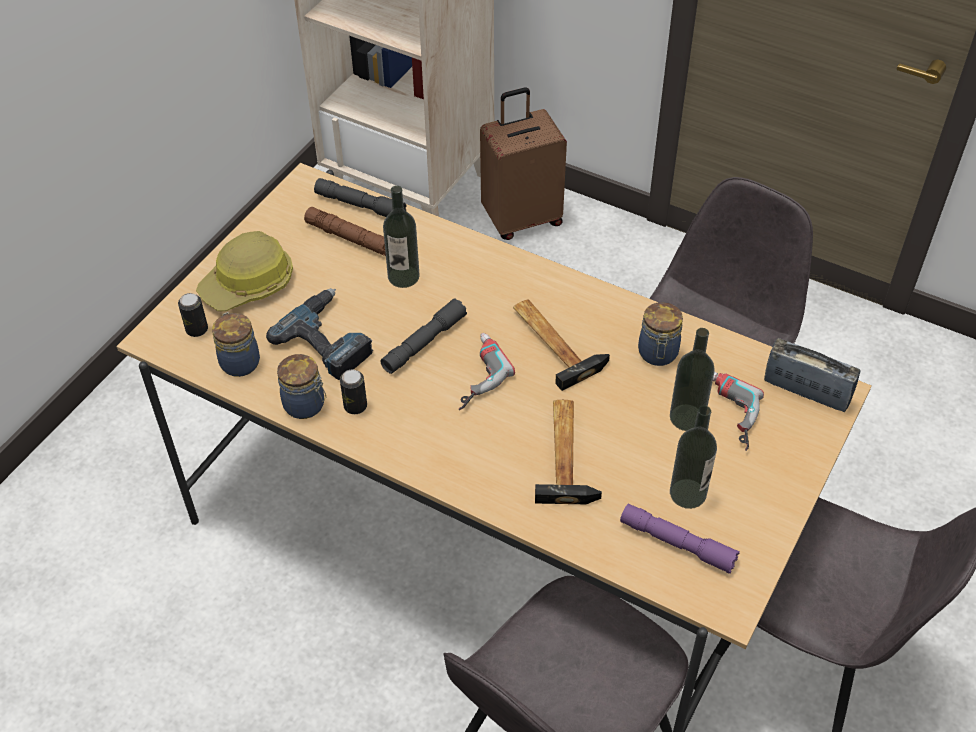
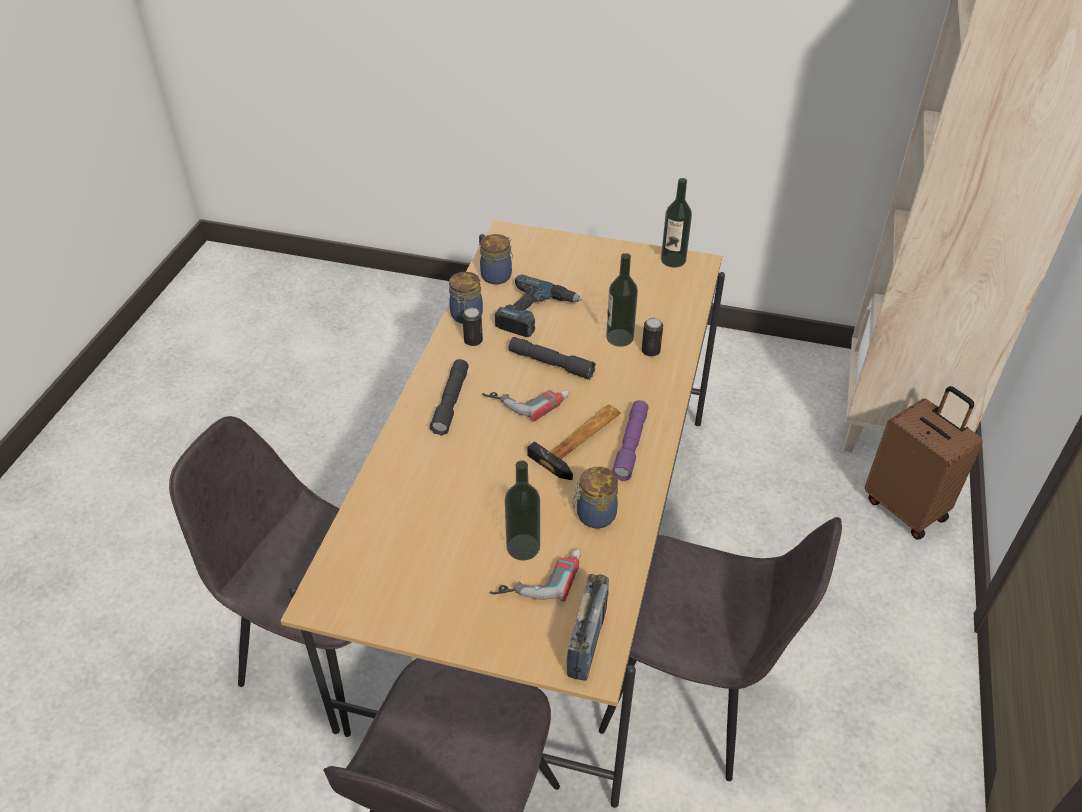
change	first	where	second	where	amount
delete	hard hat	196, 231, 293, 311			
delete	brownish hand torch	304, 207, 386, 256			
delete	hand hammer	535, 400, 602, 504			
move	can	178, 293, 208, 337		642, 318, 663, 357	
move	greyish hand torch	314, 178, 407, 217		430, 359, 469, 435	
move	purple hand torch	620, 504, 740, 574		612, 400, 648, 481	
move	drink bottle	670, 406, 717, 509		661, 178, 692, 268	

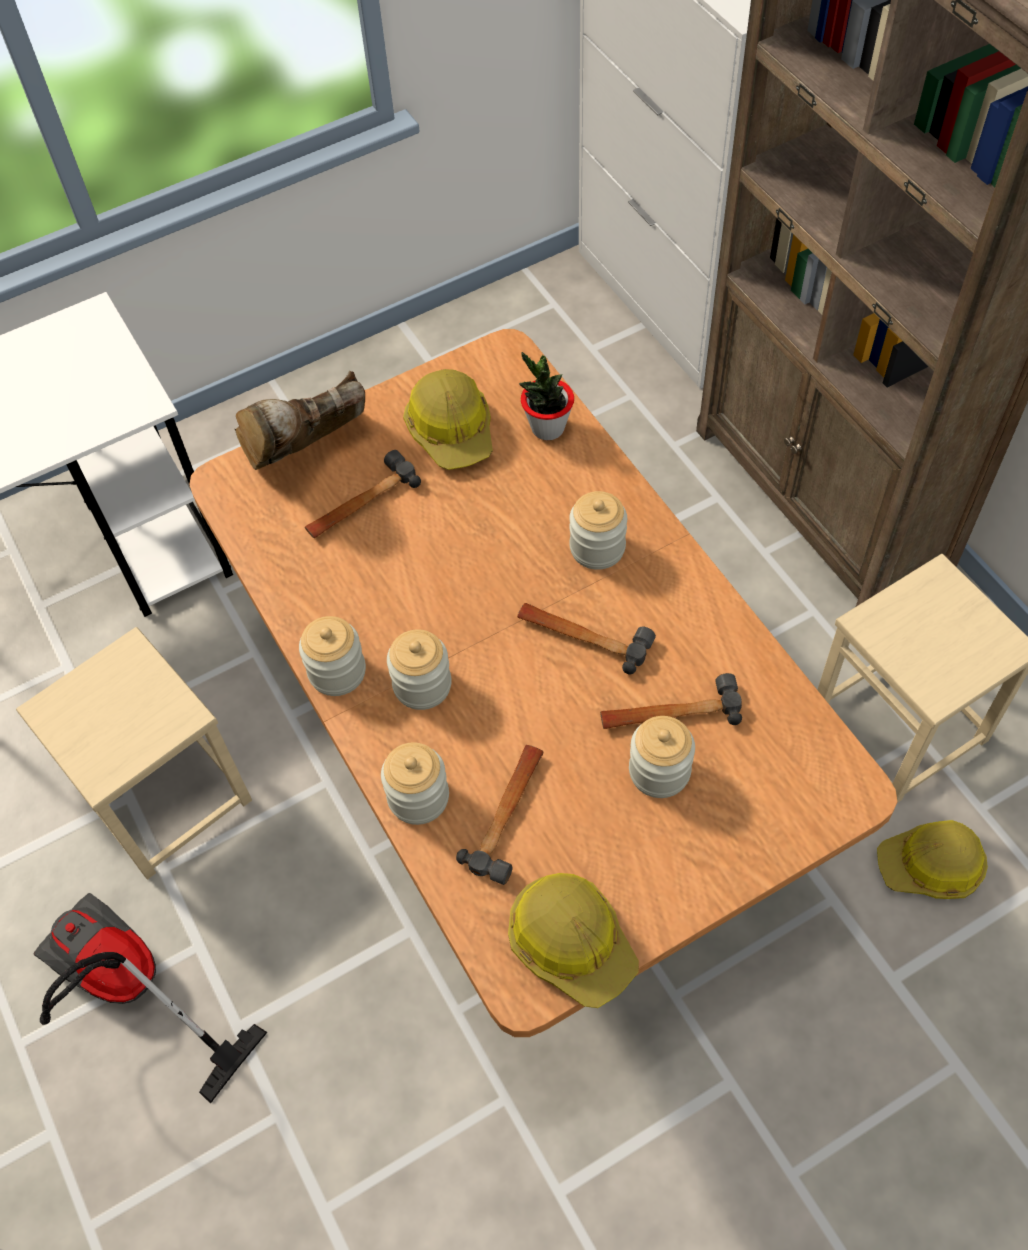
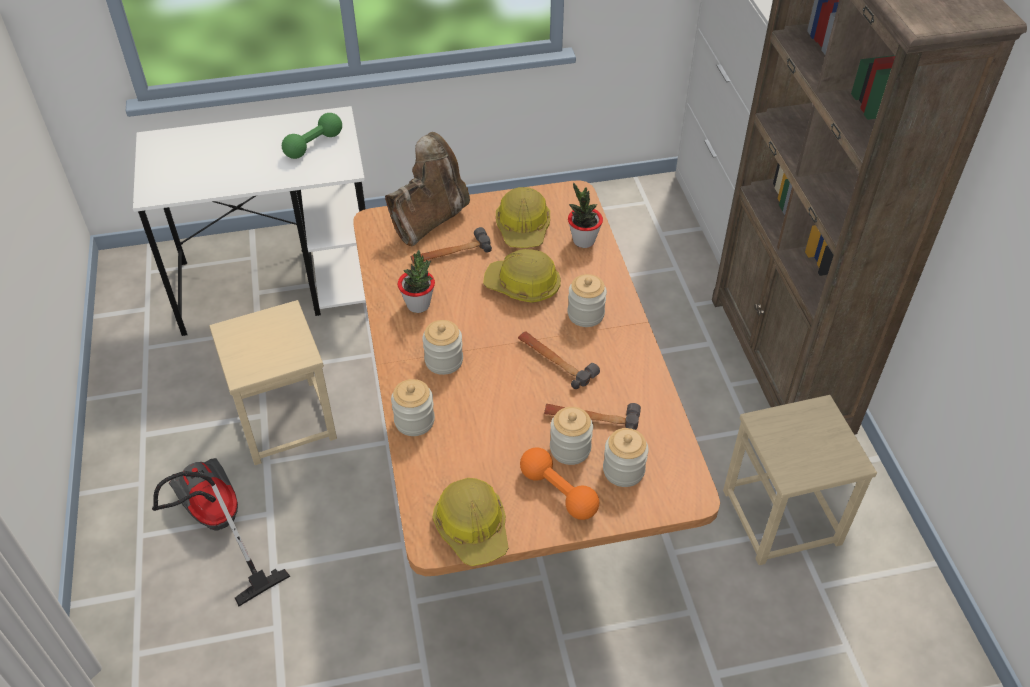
change	first	where	second	where	amount
delete	hand hammer	456, 745, 544, 885			
insert			green dumbbell	282, 113, 342, 159	
insert			houseplant	398, 250, 435, 313	
insert			orangey dumbbell	520, 447, 599, 520	
move	preserve jar	299, 616, 366, 696		603, 428, 649, 487	
move	hard hat	877, 820, 988, 899		483, 249, 561, 303	
rotate	brownish boot	235, 371, 365, 470		385, 132, 470, 246	150 degrees clockwise

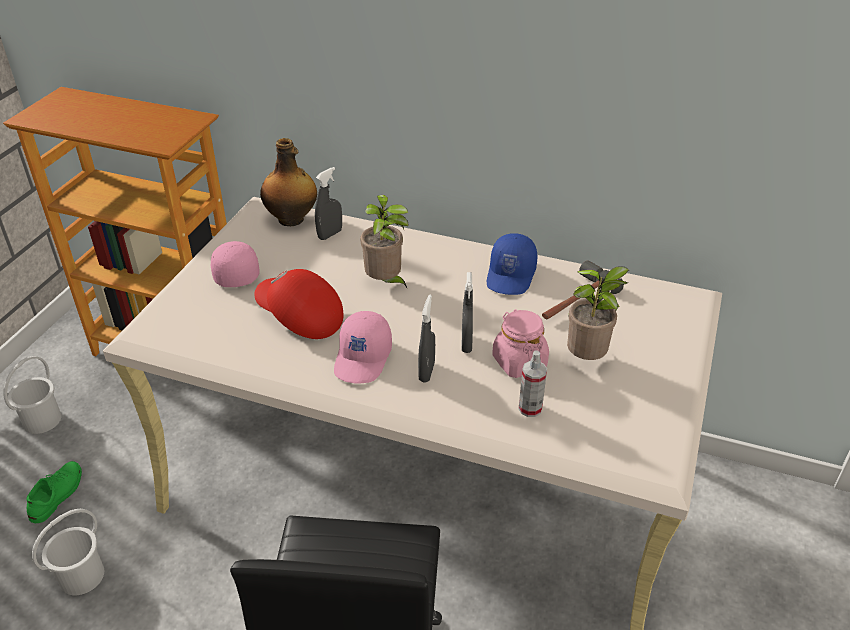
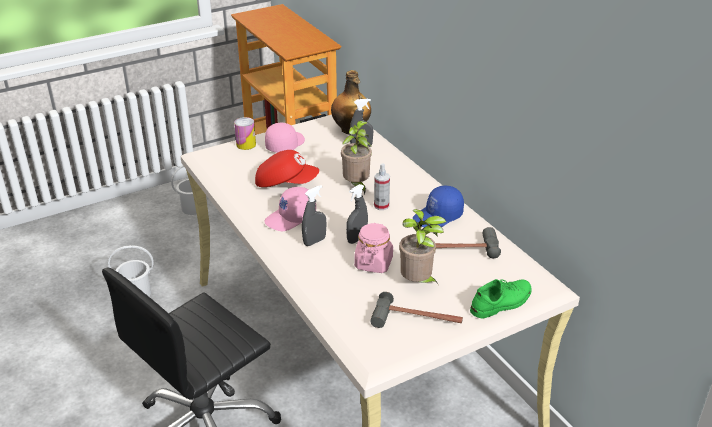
change	first	where	second	where	amount
insert			can	234, 117, 256, 150	
insert			hand hammer	371, 292, 463, 328	
move	green low shoe	27, 461, 82, 523		470, 279, 532, 319	
move	spray bottle	519, 350, 547, 417		374, 163, 390, 210	
rotate	red peaked cap	254, 269, 343, 339		255, 150, 319, 187	120 degrees clockwise

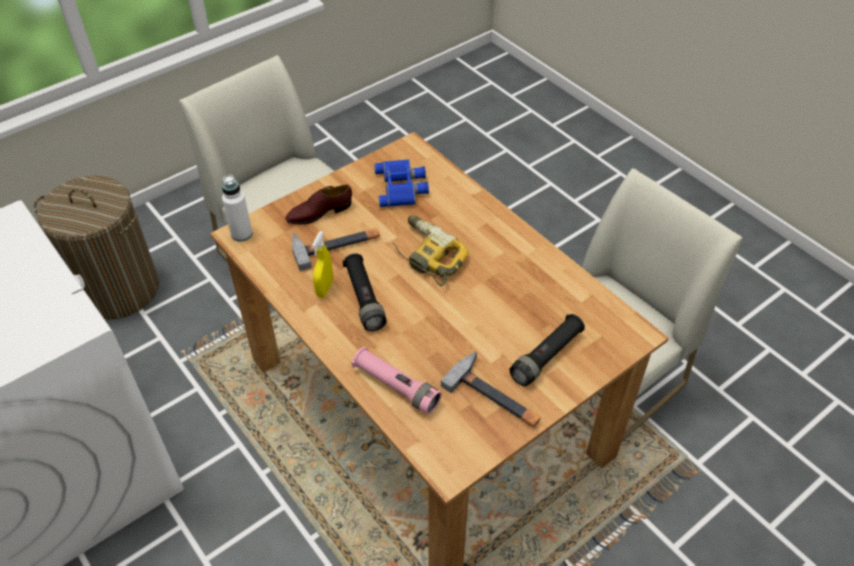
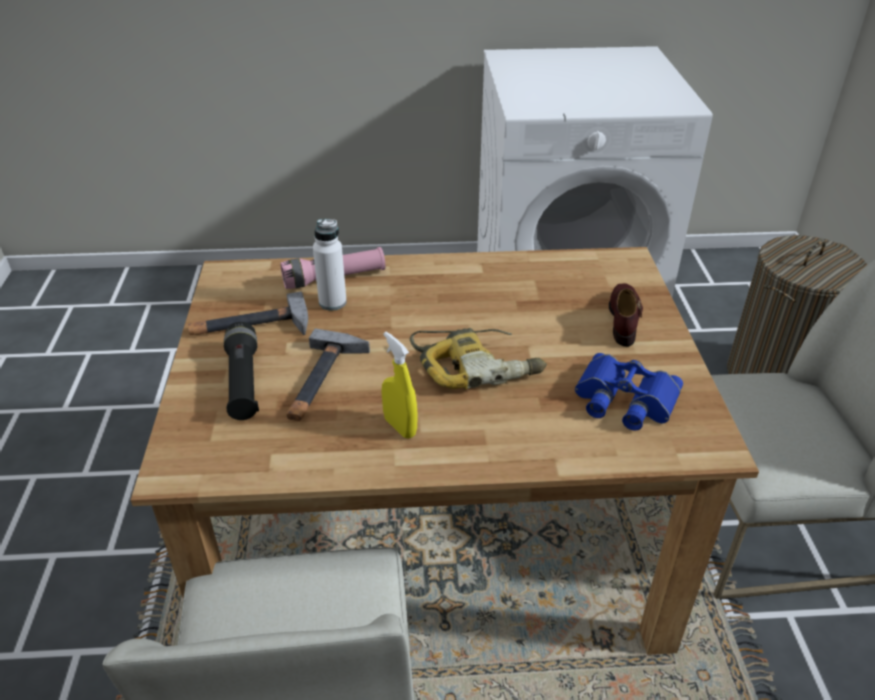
change	first	where	second	where	amount
delete	blackish hand torch	342, 253, 386, 331			
move	white-coloured drink bottle	222, 175, 253, 242		313, 219, 347, 310	
move	hand hammer	292, 228, 380, 271		287, 329, 370, 421	
move	yellowish spray bottle	312, 231, 333, 298		381, 332, 418, 439	

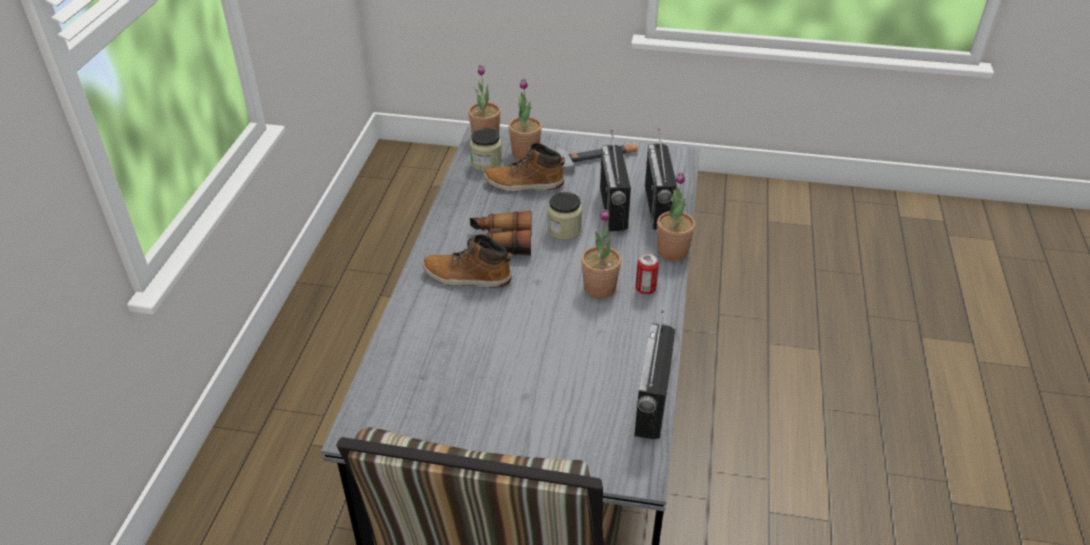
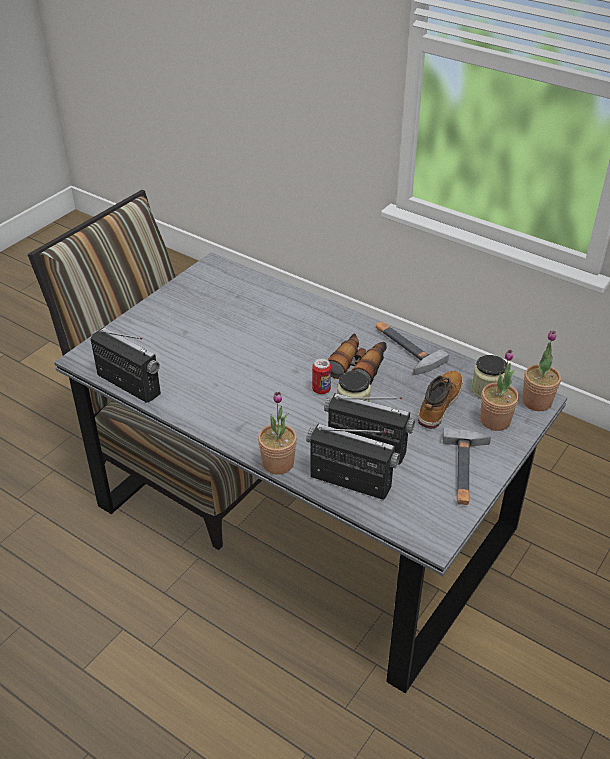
change	first	where	second	where	amount
delete	boot	423, 235, 512, 288			
delete	houseplant	581, 209, 621, 298			
insert			hand hammer	376, 321, 449, 375	
move	can	635, 254, 659, 294		312, 358, 331, 394	

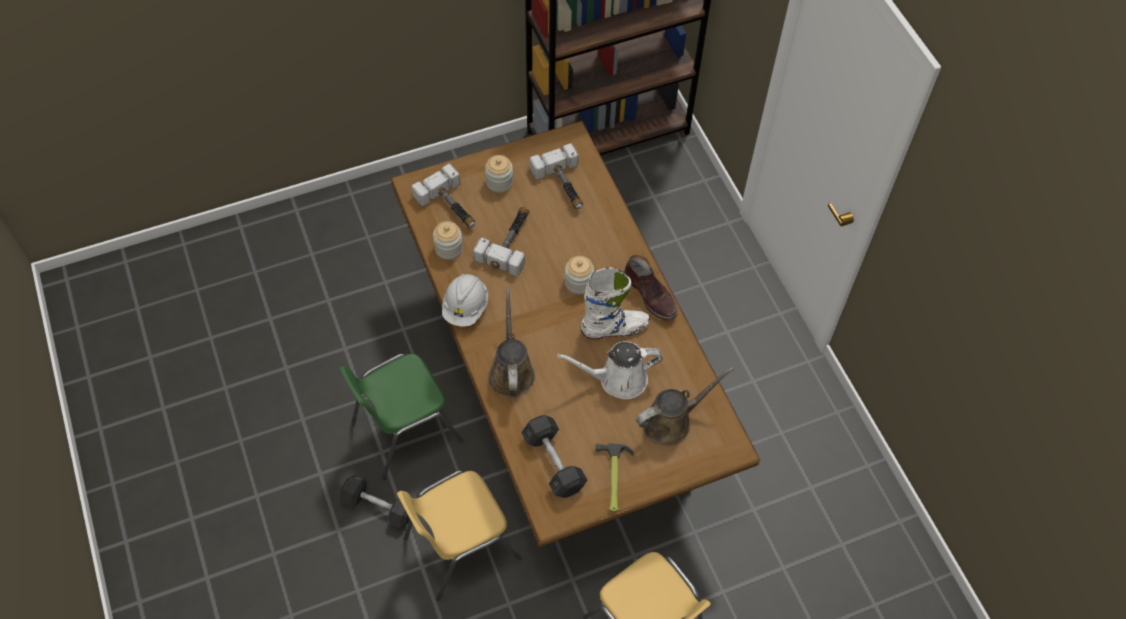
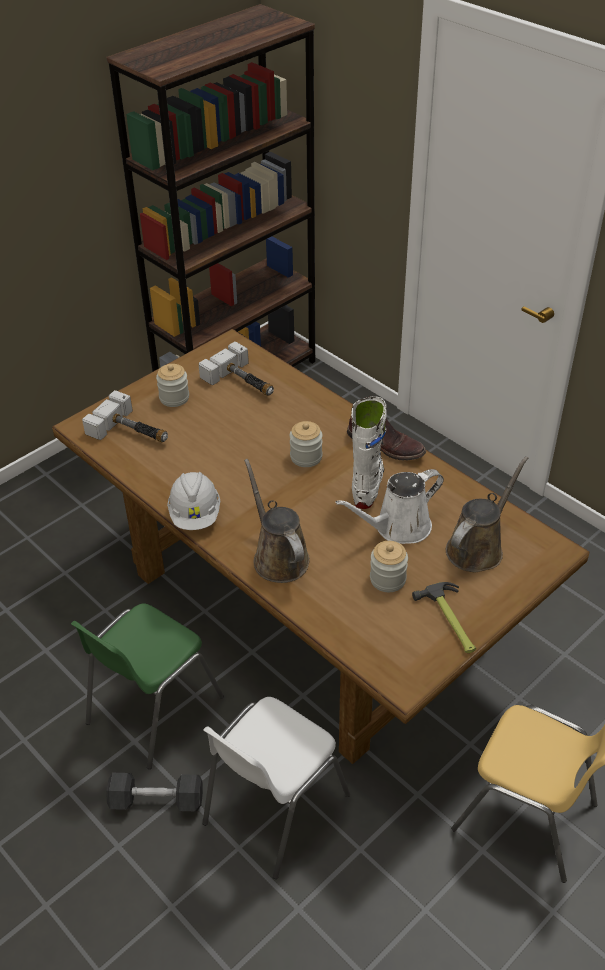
change	first	where	second	where	amount
delete	hand hammer	473, 207, 529, 276			
delete	greyish dumbbell	521, 415, 587, 498			
move	preserve jar	433, 221, 463, 260		370, 541, 408, 592	
recolor	yellowish upright chair	397, 470, 522, 601	white-coloured upright chair	203, 697, 350, 879	
rotate	white-coloured boot	581, 267, 650, 340		351, 396, 387, 509	45 degrees counterclockwise

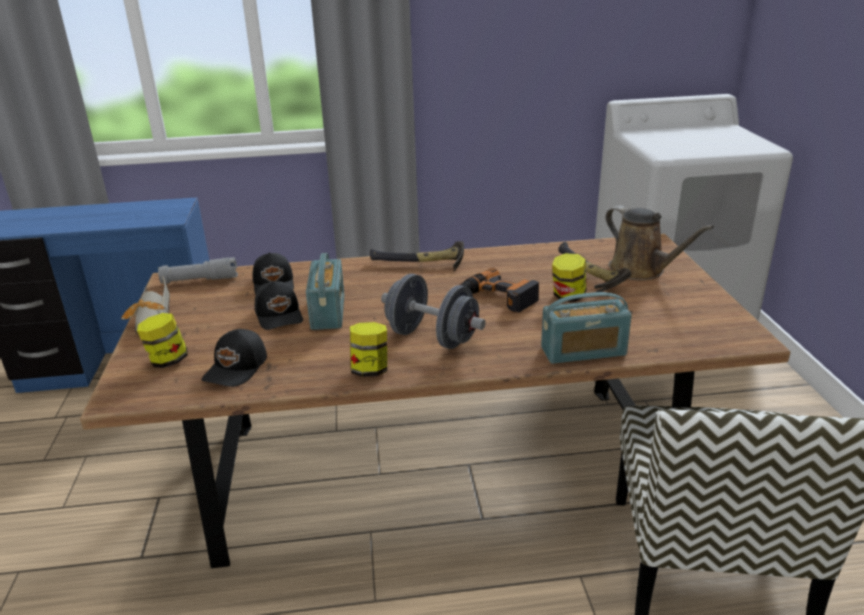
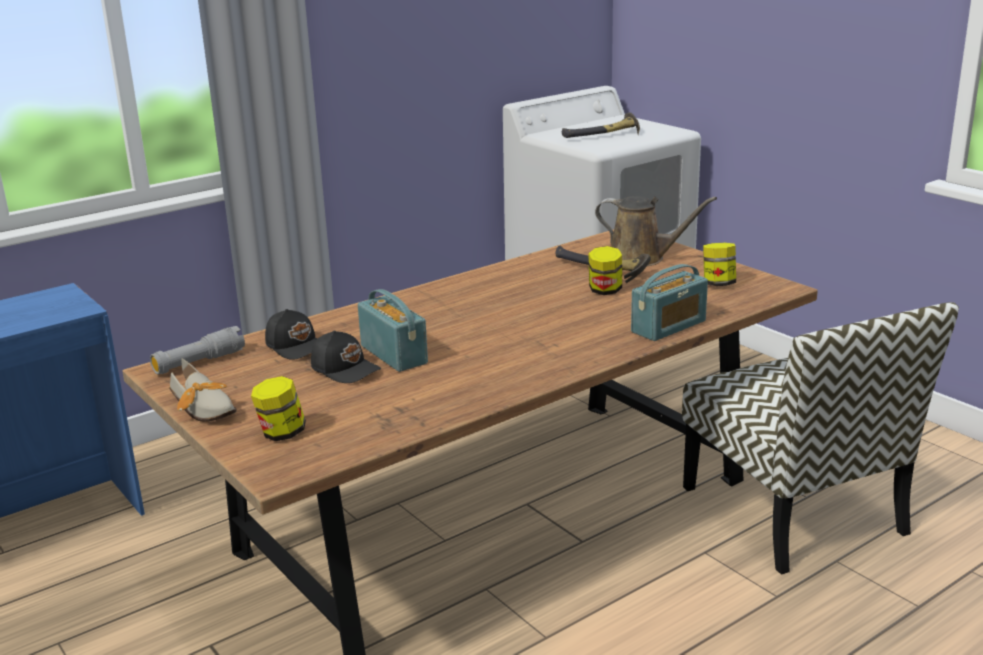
change	first	where	second	where	amount
delete	blackish peaked cap	201, 329, 267, 387			
delete	greyish dumbbell	381, 274, 486, 349			
delete	power drill	460, 268, 539, 312			
move	preserve jar	350, 322, 387, 377		703, 243, 736, 286	
move	hand hammer	370, 241, 464, 271		562, 112, 640, 138	

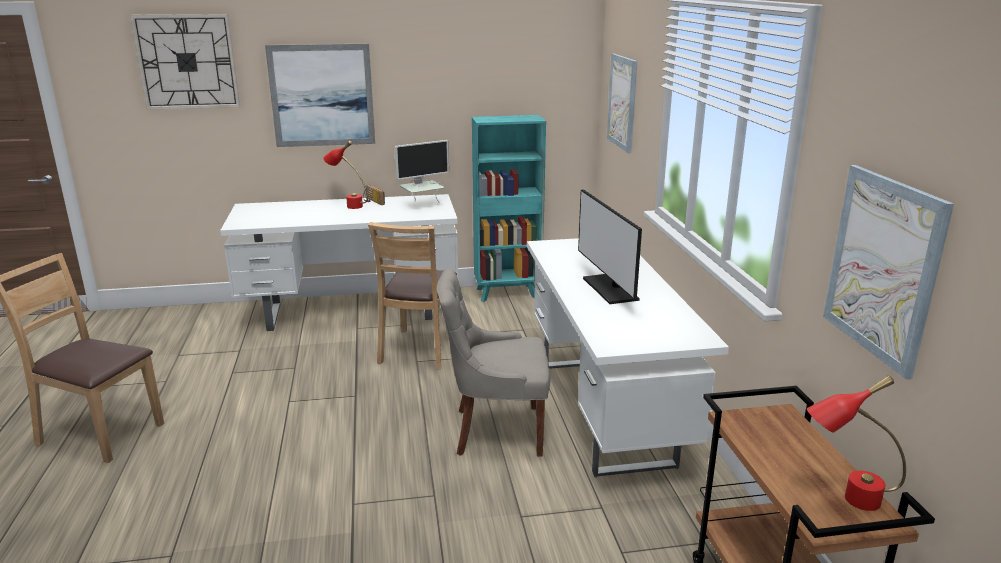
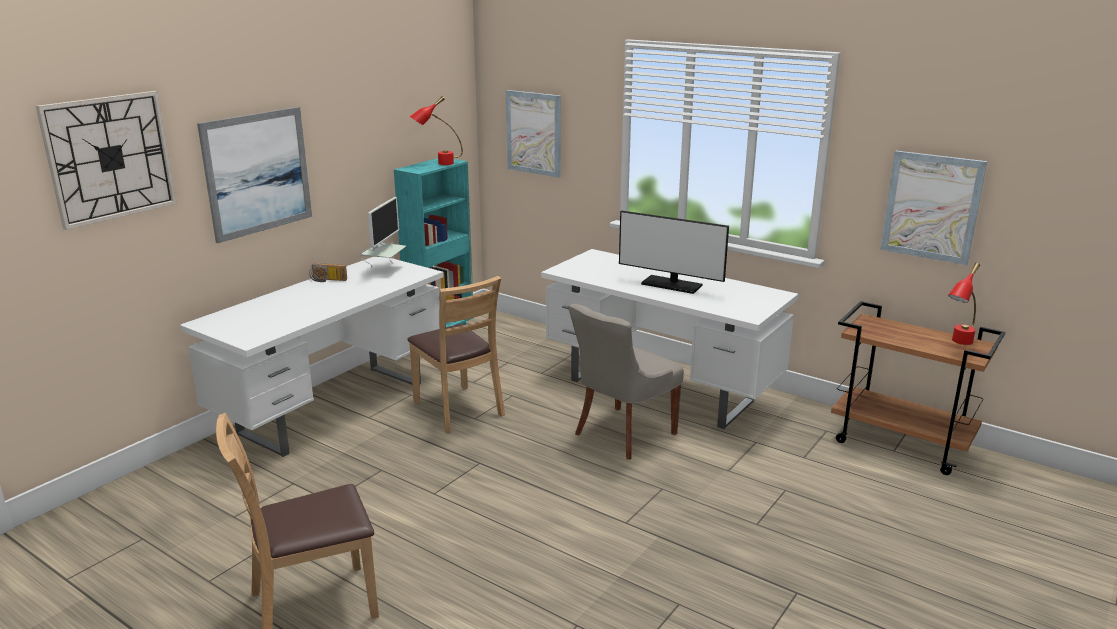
change	first	where	second	where	amount
move	red lamp for a table	323, 141, 368, 209		410, 96, 463, 165	

